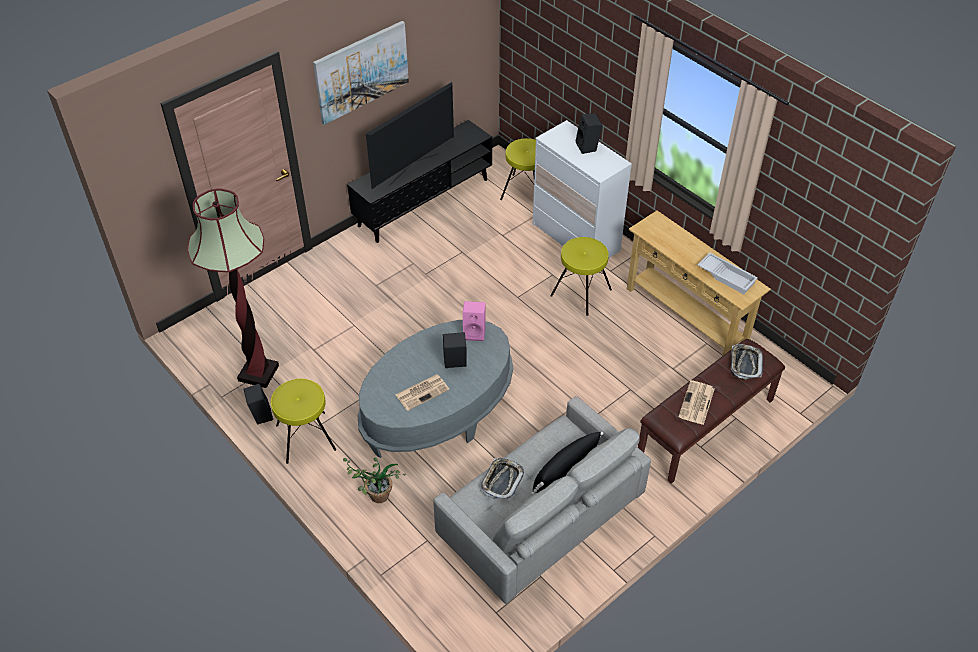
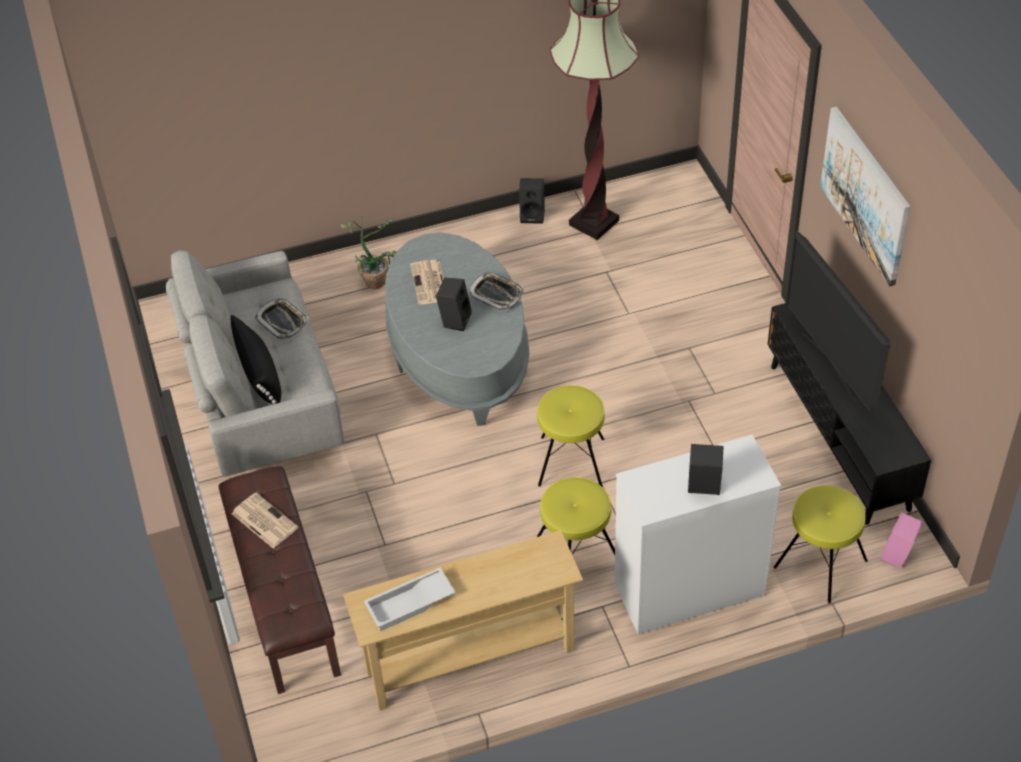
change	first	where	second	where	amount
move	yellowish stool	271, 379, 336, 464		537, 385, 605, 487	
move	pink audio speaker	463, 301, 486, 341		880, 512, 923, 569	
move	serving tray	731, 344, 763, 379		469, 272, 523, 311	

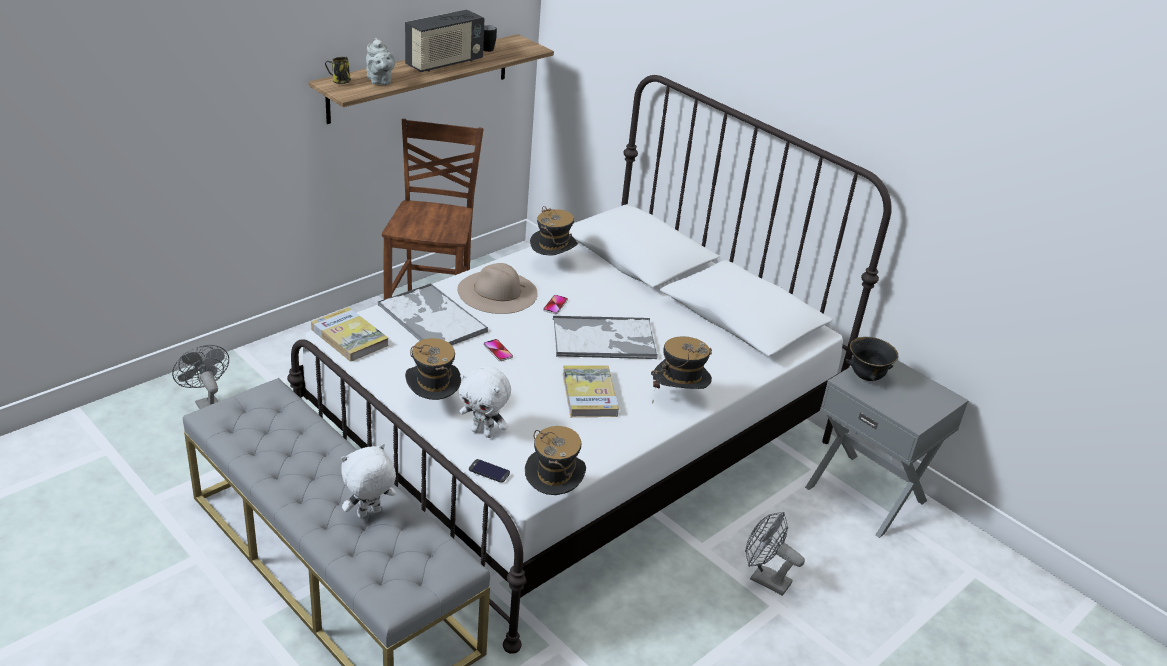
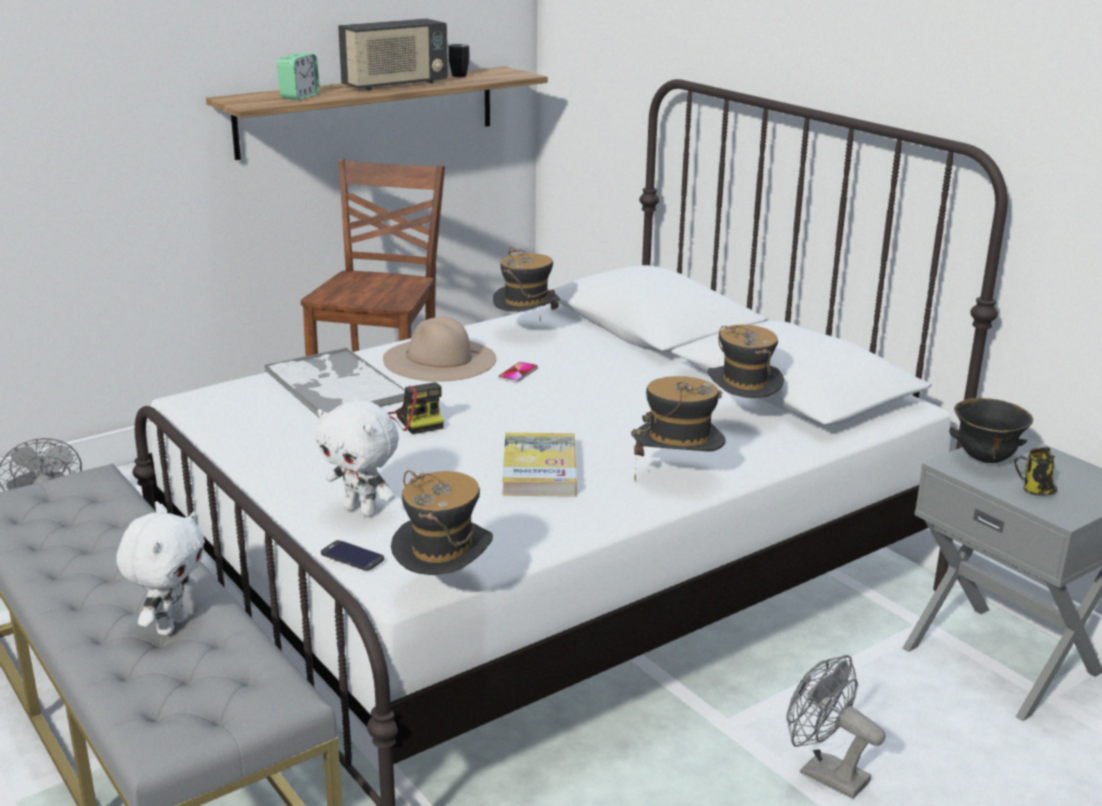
change	first	where	second	where	amount
delete	volume	311, 307, 389, 362			
delete	serving tray	553, 316, 658, 359			
move	coffee mug	325, 57, 351, 84		1014, 447, 1057, 496	
move	wearable hat	405, 338, 461, 400		707, 325, 784, 398	
replace	greyish tea pot	366, 38, 395, 85	table clock	277, 53, 320, 100	
replace	telephone	483, 339, 513, 361	photo camera	388, 382, 444, 434	
rotate	white-coloured soft toy	341, 444, 396, 518		116, 511, 205, 635	135 degrees clockwise

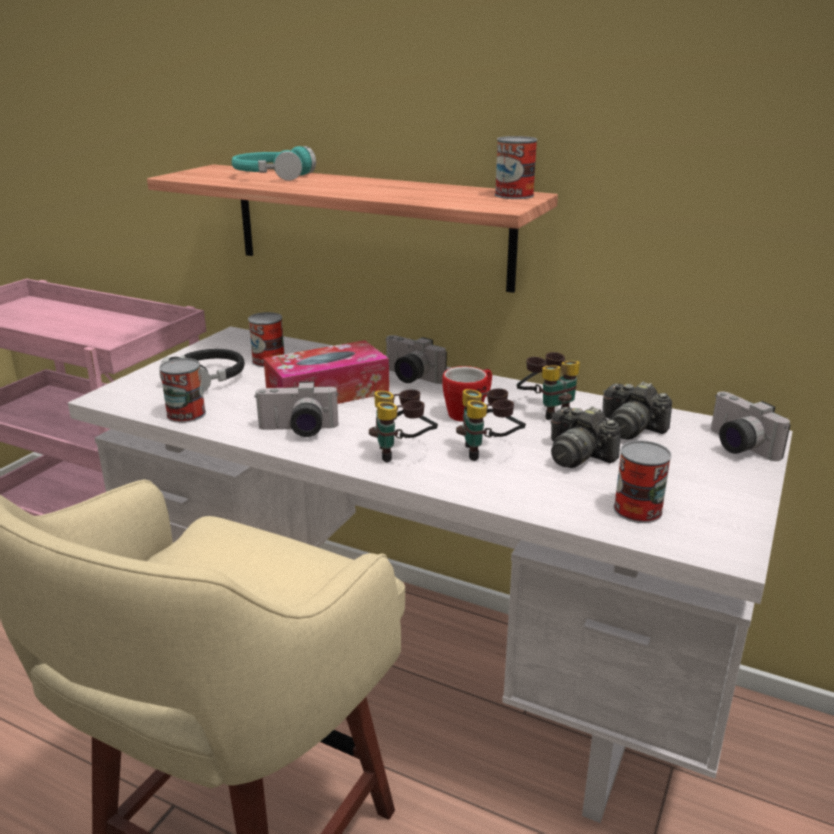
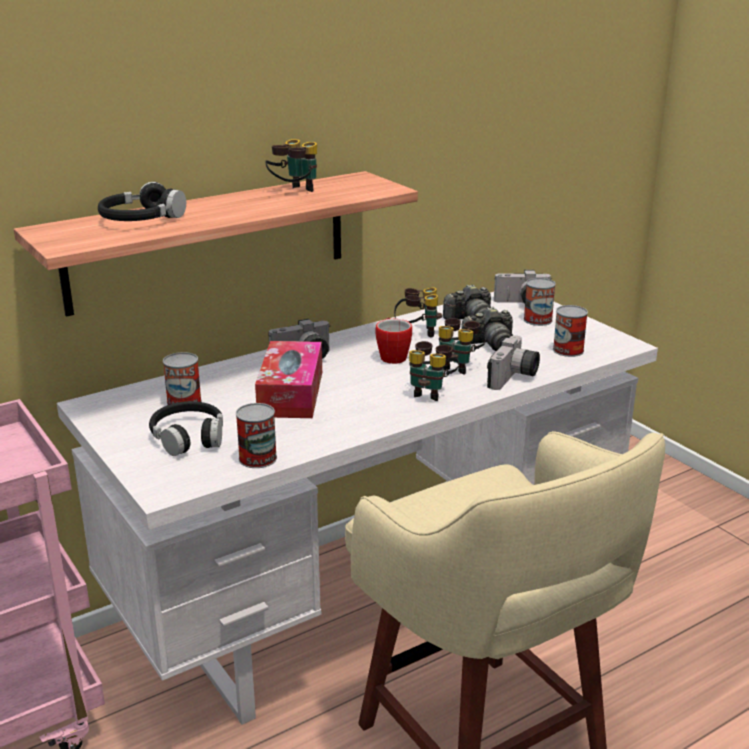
change	first	where	second	where	amount
insert			field glasses	265, 139, 317, 192	
move	photo camera	254, 382, 339, 437		487, 335, 540, 390	
move	can	495, 136, 537, 199		524, 278, 556, 326	
recolor	turquoise-coloured headphones	232, 146, 316, 181	blackish headphones	98, 182, 186, 221	

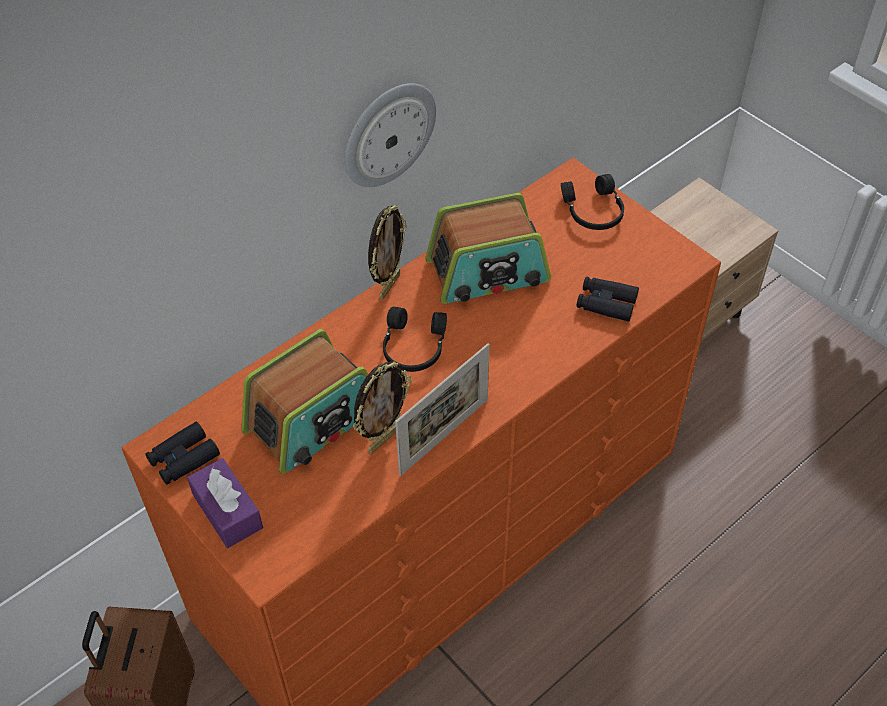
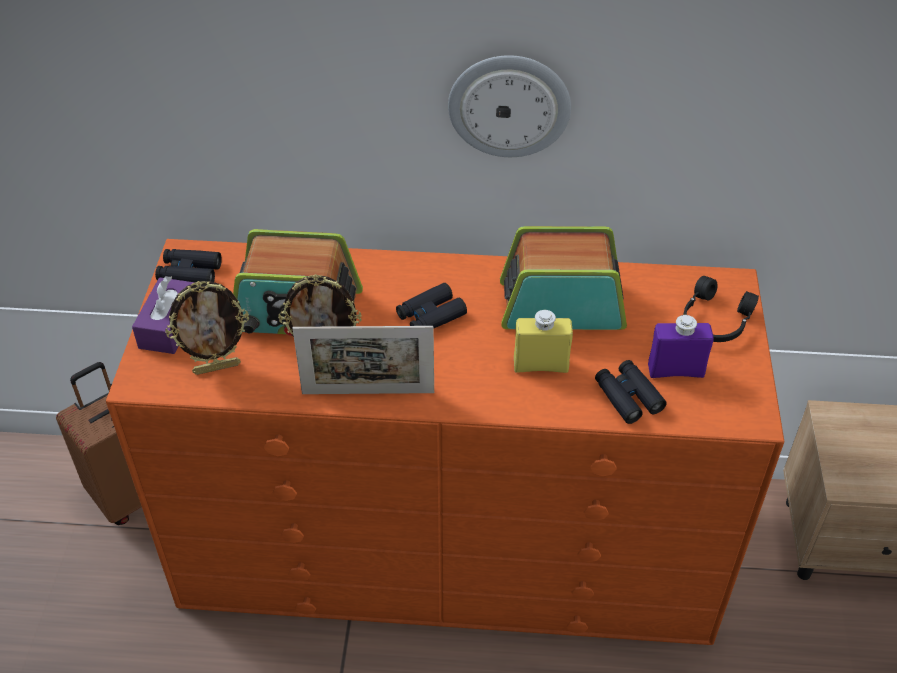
change	first	where	second	where	amount
insert			yellowish drink bottle	514, 310, 573, 373	
insert			purple drink bottle	648, 314, 714, 378	
move	photo frame	368, 204, 407, 300		165, 281, 249, 375	
replace	blackish headphones	383, 307, 447, 372	blackish field glasses	396, 283, 467, 329	
rotate	radio	426, 193, 551, 304		500, 226, 627, 330	150 degrees clockwise

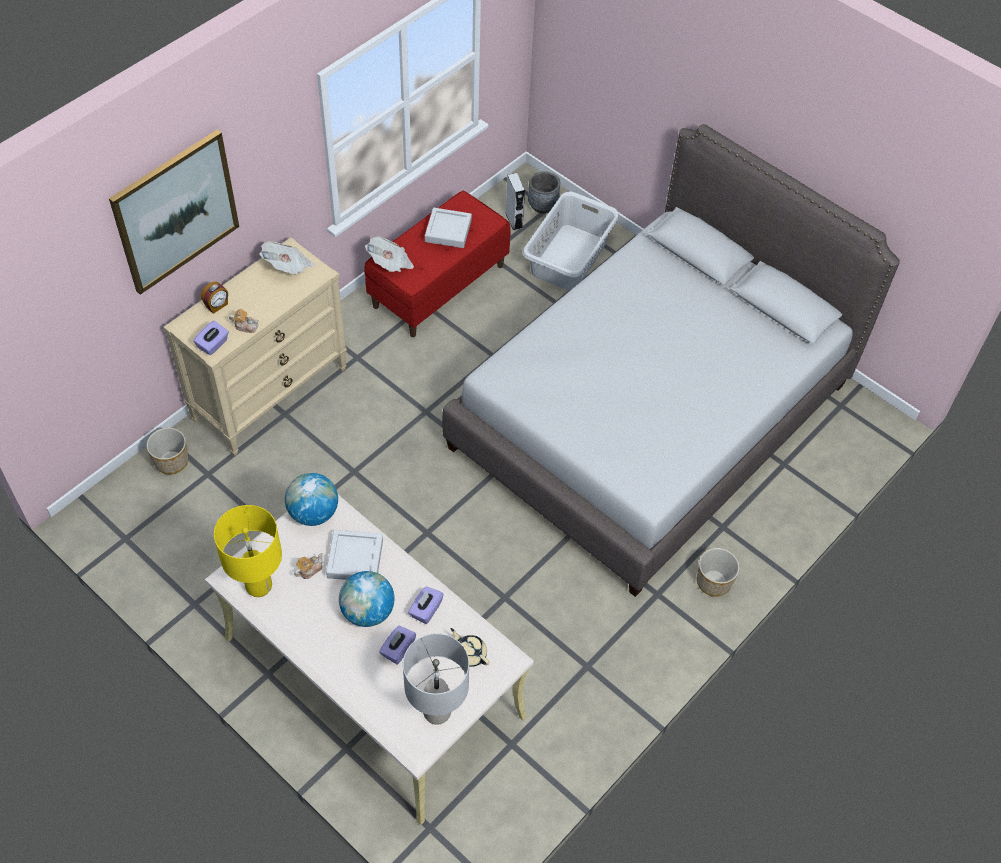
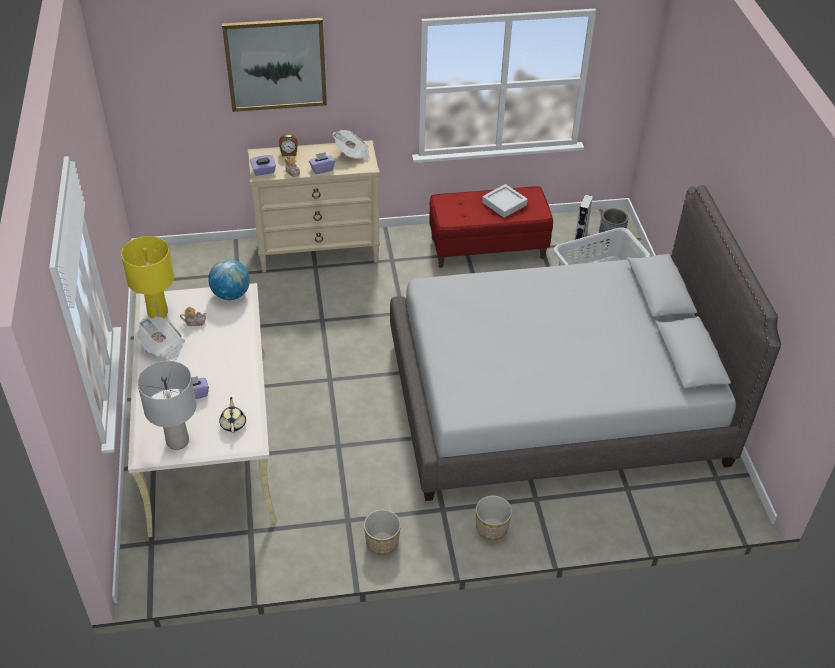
change	first	where	second	where	amount
delete	greyish serving tray	326, 530, 383, 580			
delete	desk globe	339, 571, 394, 627			
move	planter	146, 428, 188, 474		364, 509, 401, 555	
move	daily paper	365, 236, 414, 272		137, 317, 185, 360	
move	purple tissue box	408, 586, 444, 624		309, 152, 335, 174	

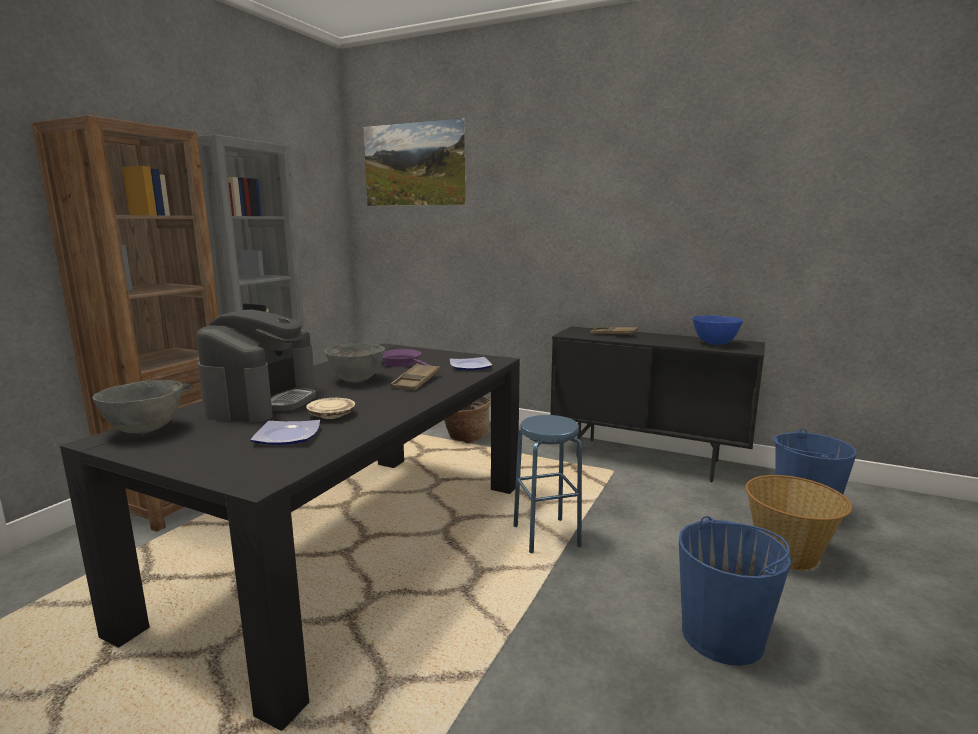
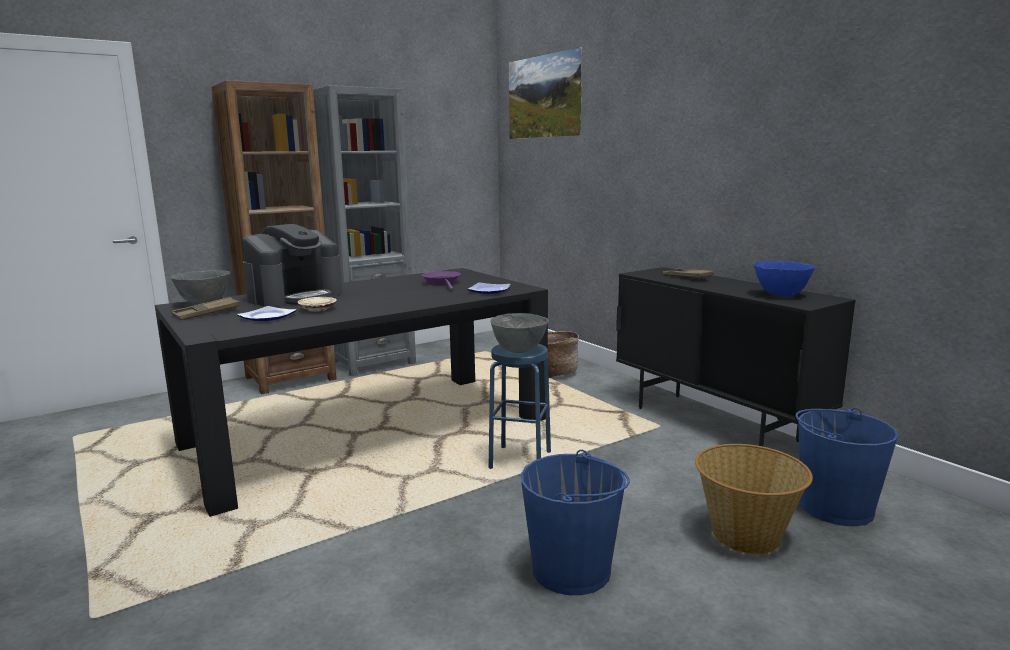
change	first	where	second	where	amount
move	greyish serving bowl	325, 343, 385, 382		490, 313, 548, 353	
move	brownish serving tray	390, 363, 440, 391		171, 297, 240, 320	

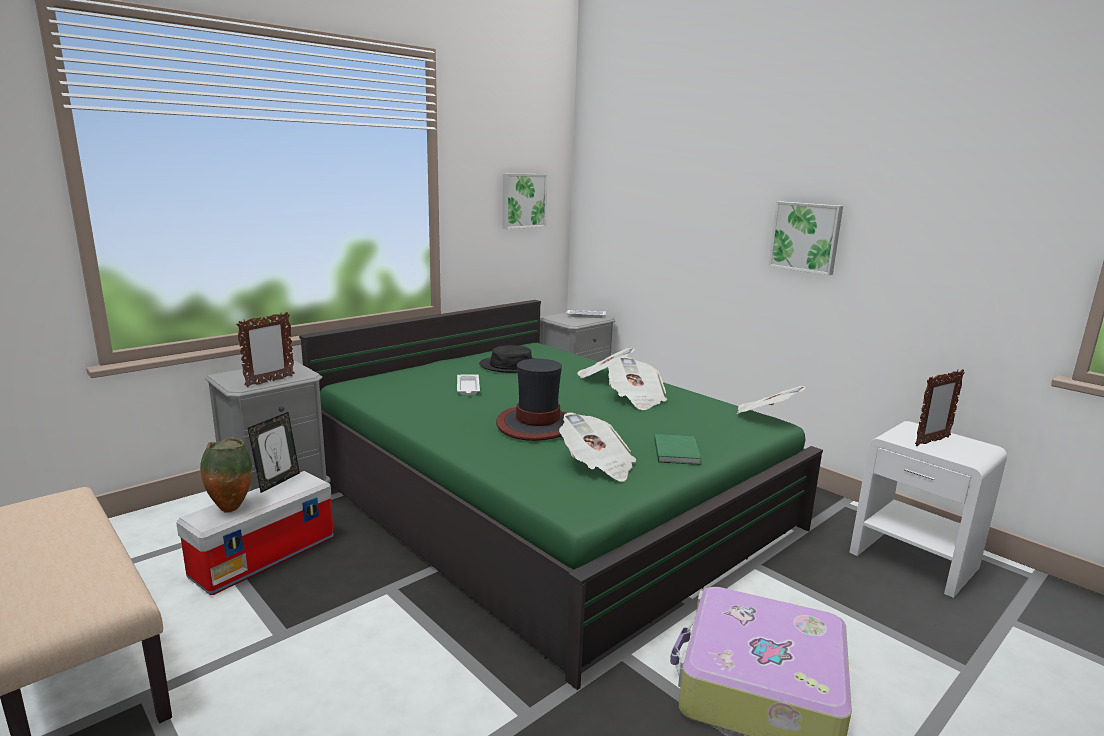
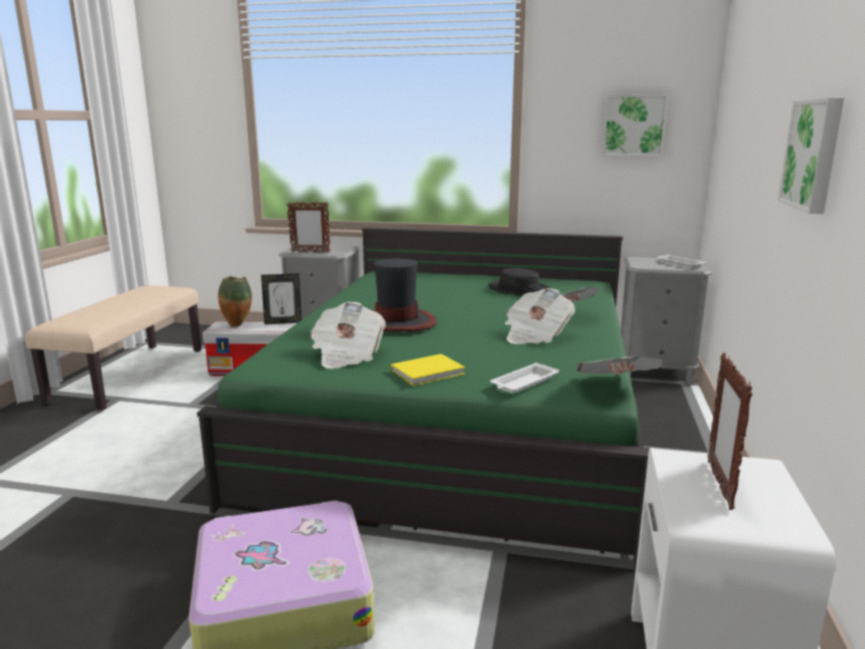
change	first	where	second	where	amount
move	white-coloured serving tray	457, 374, 480, 395		490, 362, 559, 394	
recolor	green volume	654, 434, 701, 465	yellowish volume	391, 354, 465, 386	
rotate	photo frame	915, 369, 965, 446		708, 353, 752, 510	75 degrees clockwise

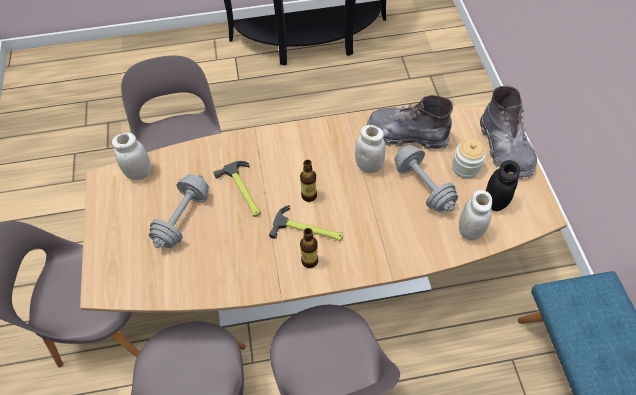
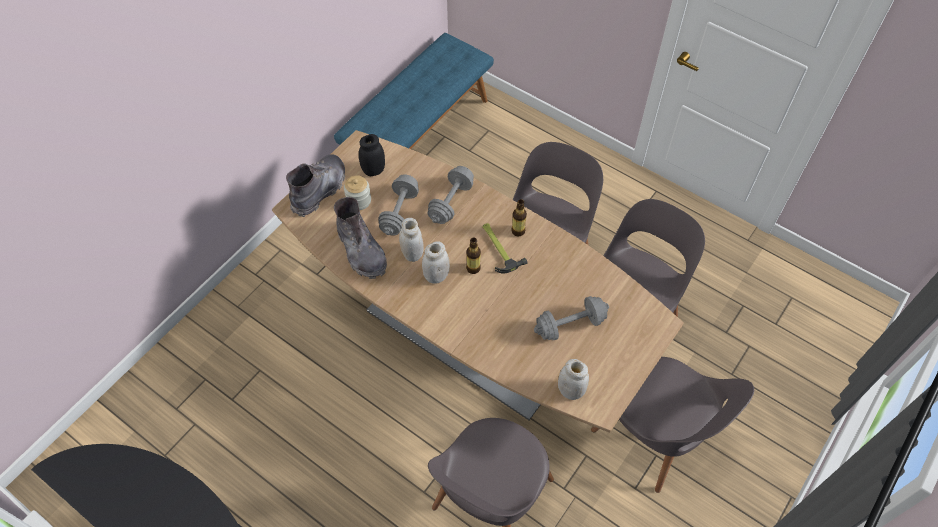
change	first	where	second	where	amount
delete	hand hammer	213, 161, 261, 217			
insert			greyish dumbbell	428, 166, 474, 224	
move	white-coloured preserve jar	459, 190, 492, 241		422, 241, 450, 284	

